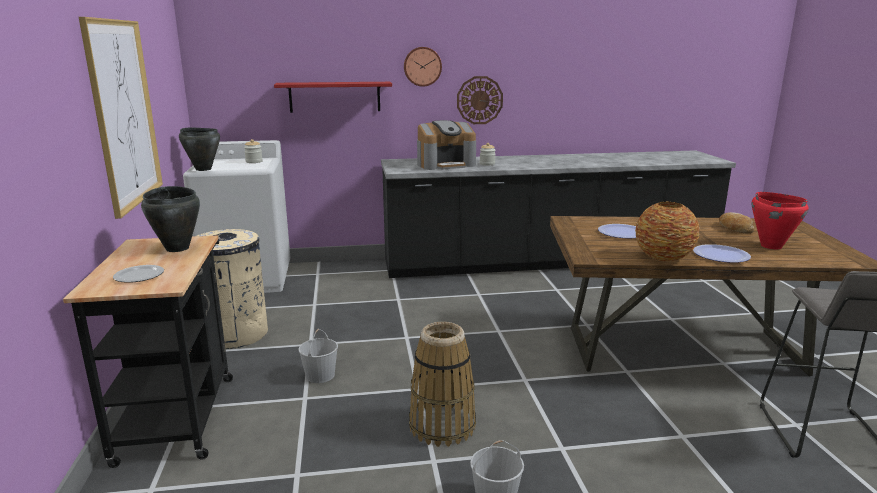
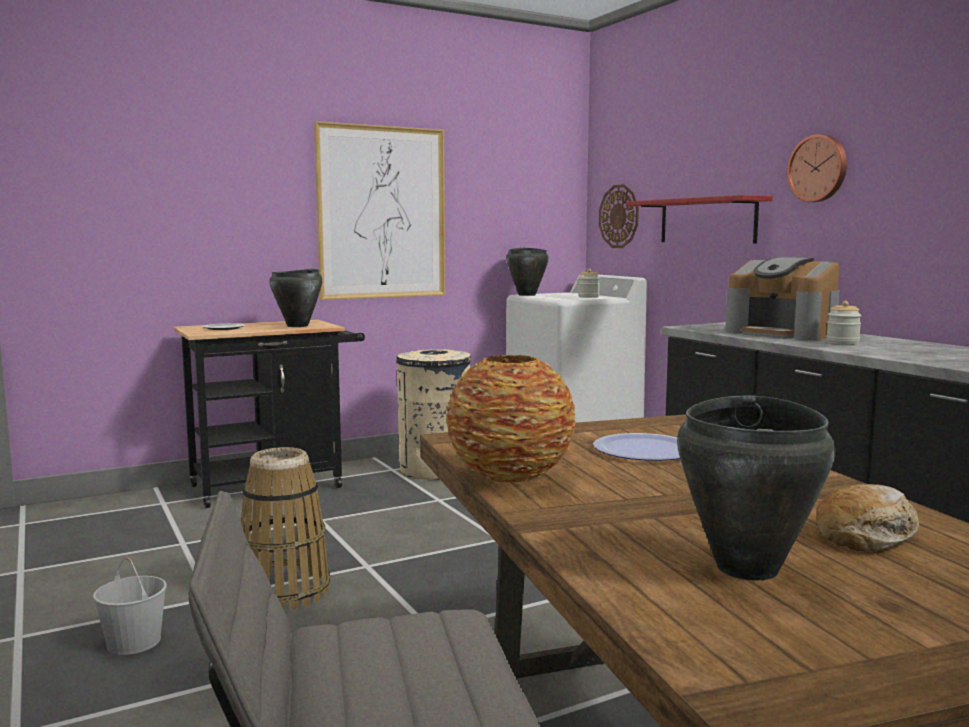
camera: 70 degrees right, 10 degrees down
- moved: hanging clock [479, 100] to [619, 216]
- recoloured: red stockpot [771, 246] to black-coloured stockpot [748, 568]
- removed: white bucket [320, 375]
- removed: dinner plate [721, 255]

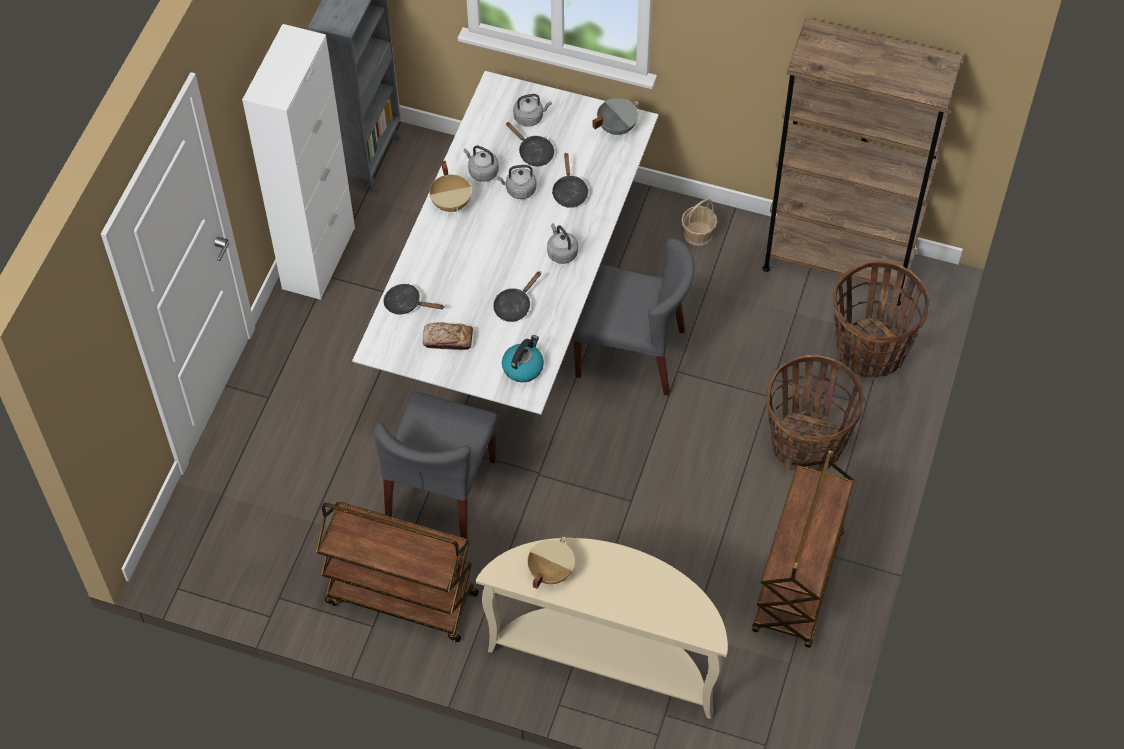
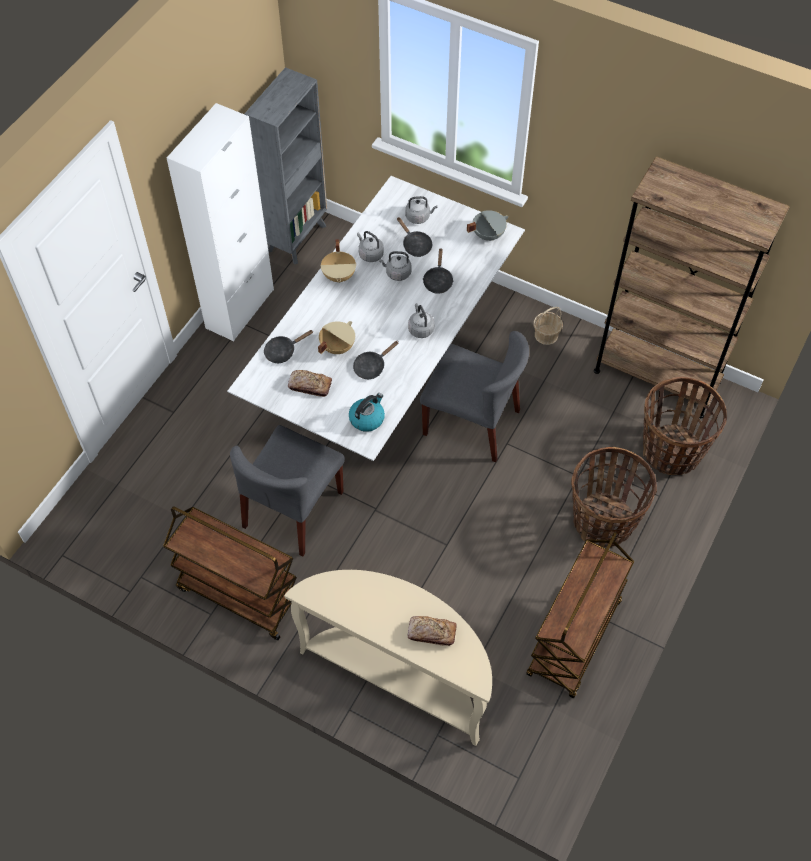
camera: 10 degrees right, 0 degrees up
- turned: black-coloured skillet [406, 304] = [283, 351] 60 degrees counterclockwise
- moved: beige-coloured stockpot [550, 571] to [337, 347]
- added: bakery bread [431, 633]

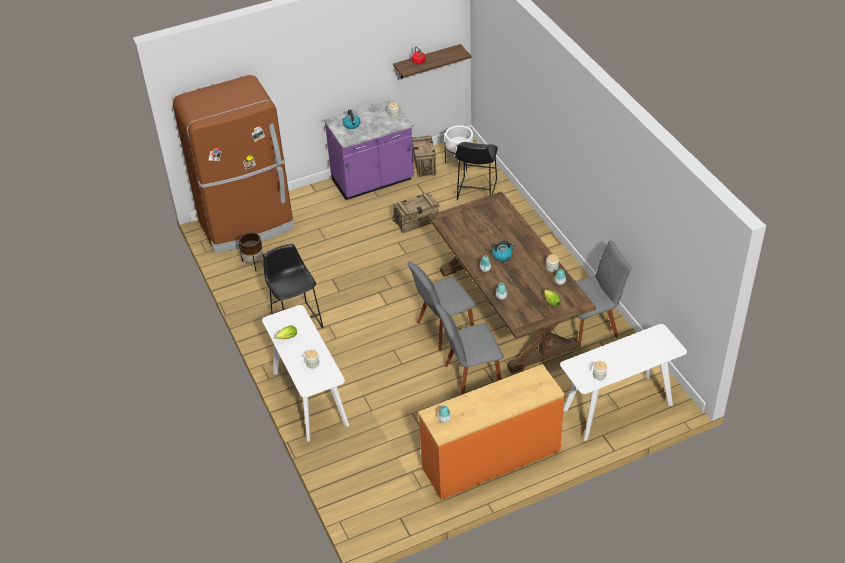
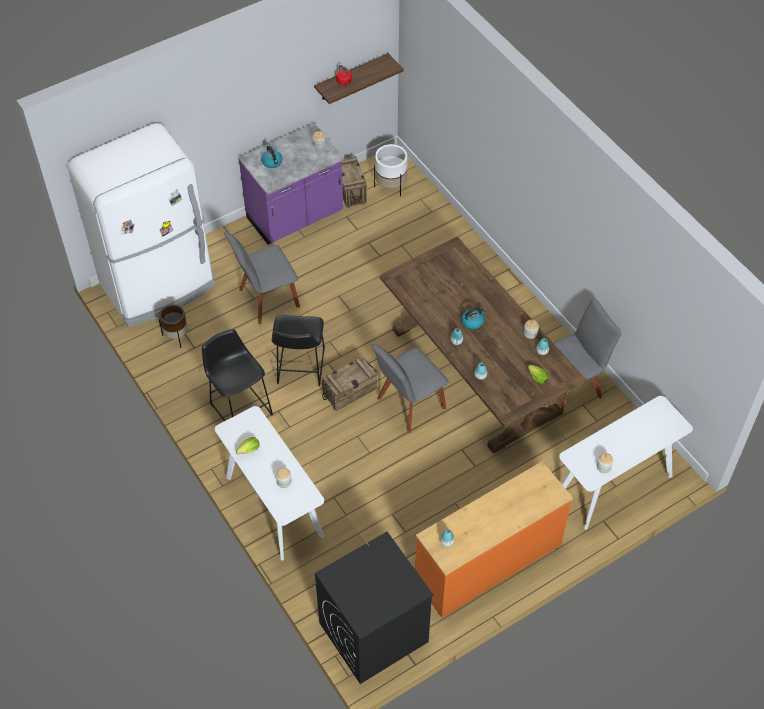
camera: 10 degrees left, 10 degrees up
- recoloured: brownish fridge [247, 225] to white fridge [159, 286]
- moved: greyish plain chair [470, 377] to [266, 300]
- moved: black-coloured stool seat [476, 191] to [300, 368]
- added: black-coloured laundry appliance [373, 633]
- moved: crate [416, 221] to [349, 391]

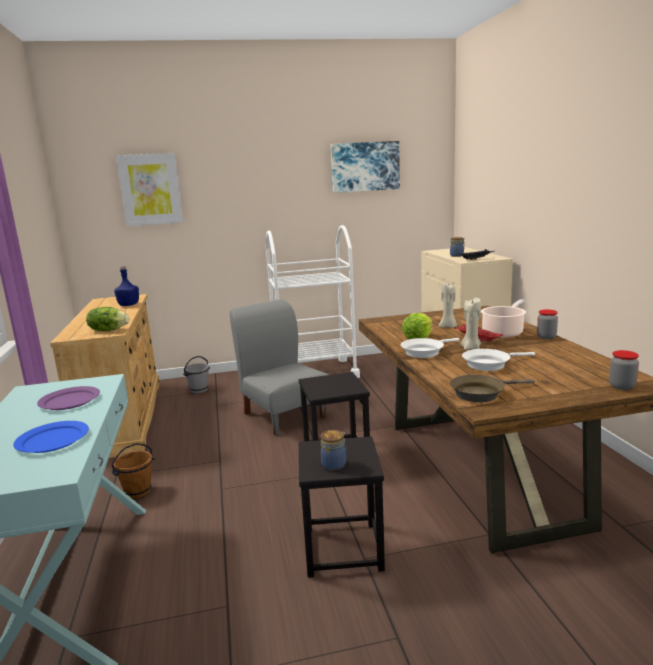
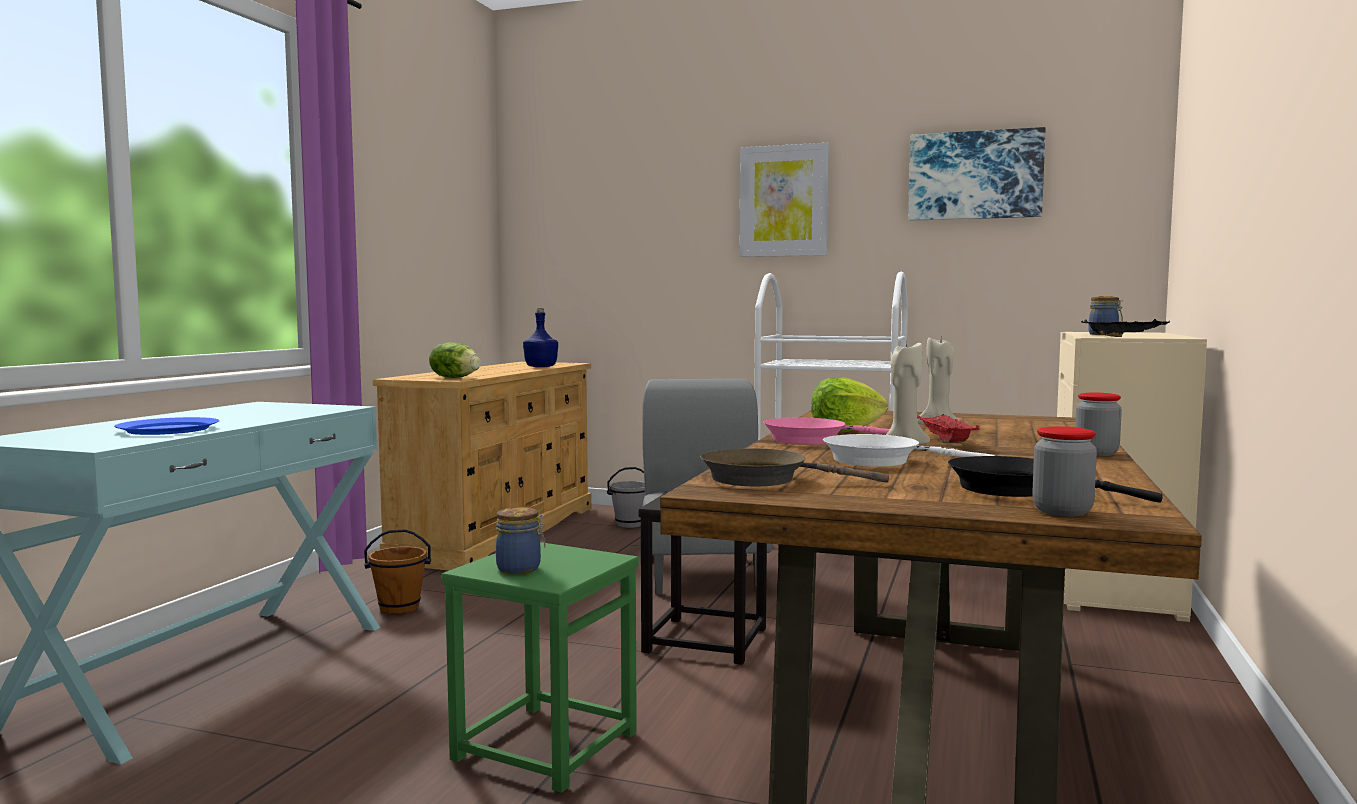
camera: 30 degrees right, 10 degrees down
- recoloured: black-coloured stool seat [342, 548] to greenish stool seat [544, 745]
- moved: picture [150, 189] to [784, 201]
- recoloured: white skillet [425, 352] to pinkish skillet [812, 440]
- added: black-coloured skillet [1016, 490]
- removed: purple-coloured dinner plate [69, 401]
- removed: stockpot [503, 332]

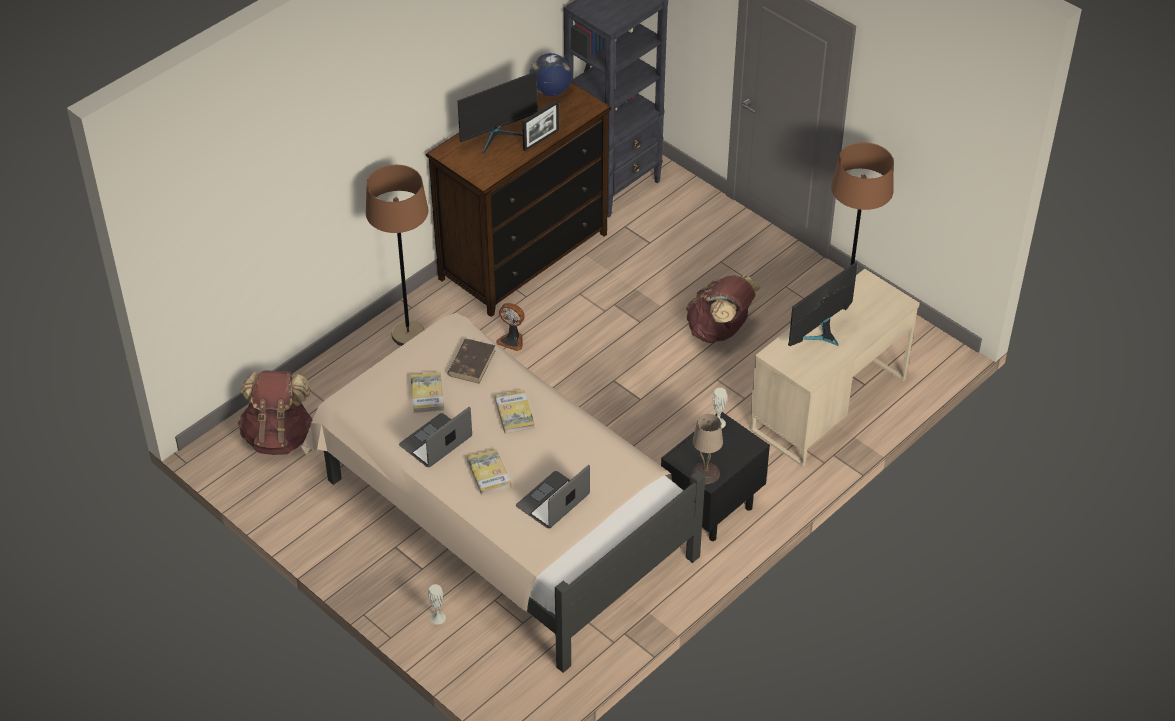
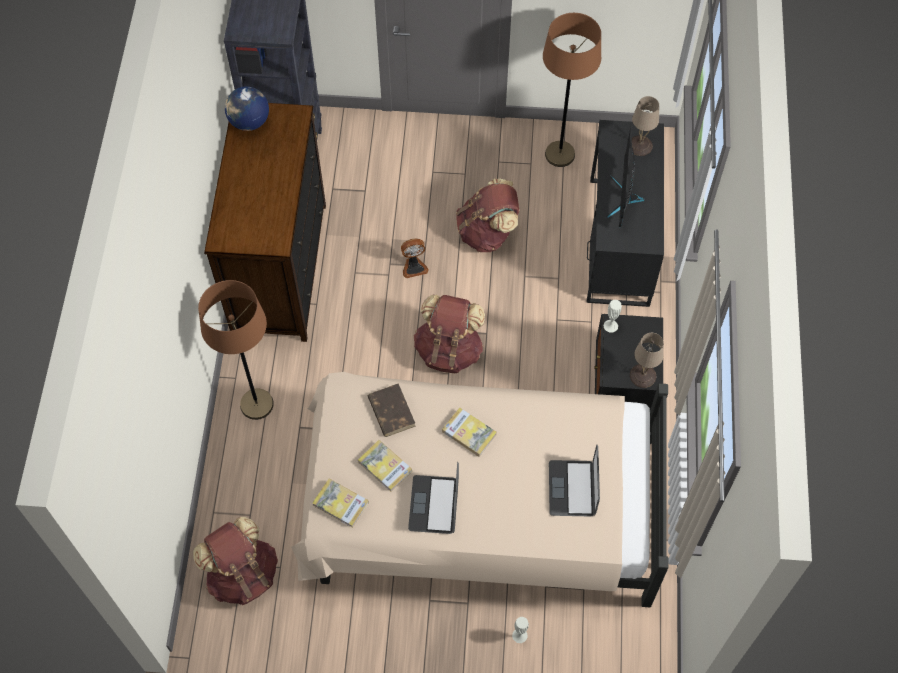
camera: 40 degrees left, 15 degrees up
- moved: book [489, 474] to [340, 504]
- moved: fan [512, 340] to [414, 267]
- added: brownish knapsack [449, 350]
- recoloured: beige-coloured desk table [827, 404] to black-coloured desk table [618, 241]
- added: beige-coloured lamp for a table [640, 145]
- removed: monitor [498, 135]
- removed: standing frame [541, 140]

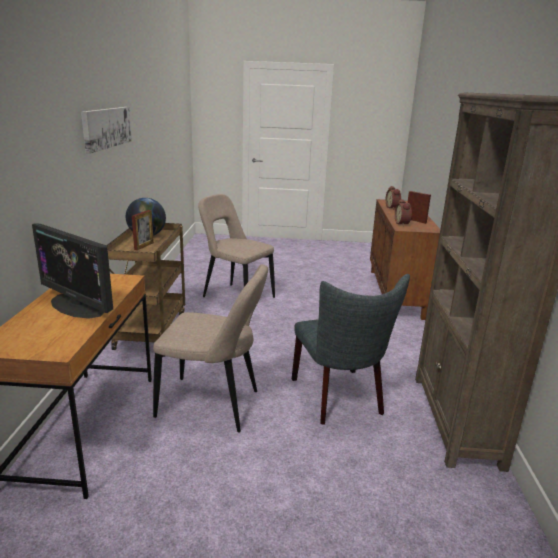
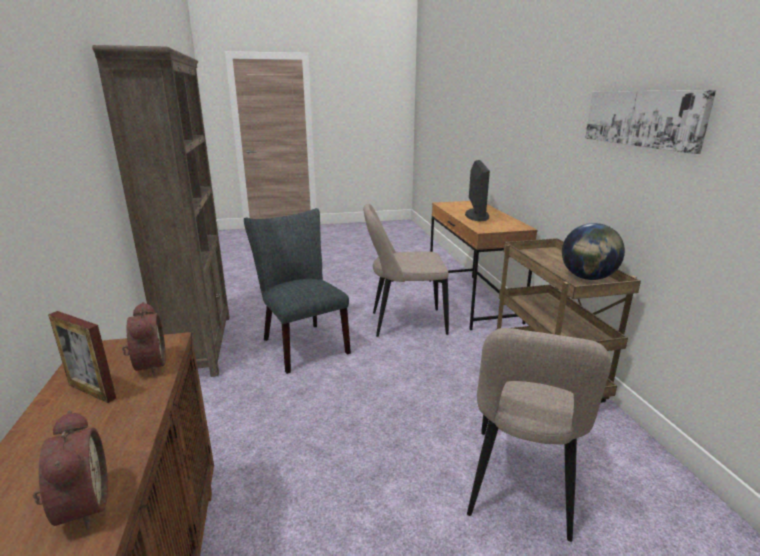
camera: 165 degrees right, 0 degrees up
- turned: monitor [78, 306] = [476, 215] 75 degrees clockwise
- turned: beige-coloured plain chair [236, 297] = [520, 486] 90 degrees clockwise
- removed: standing frame [144, 246]

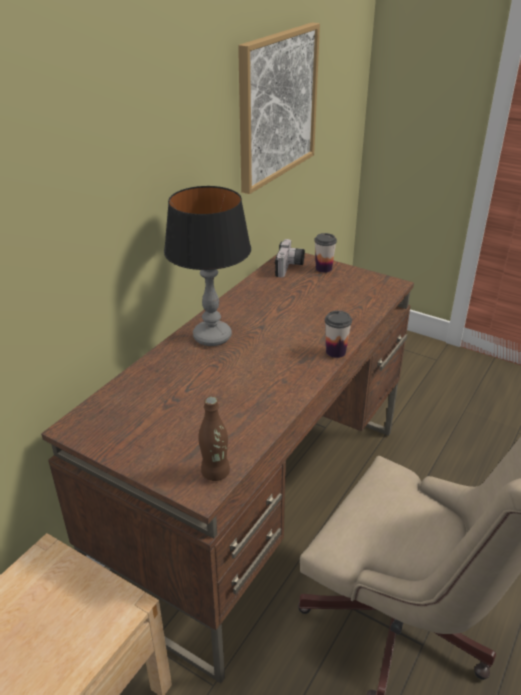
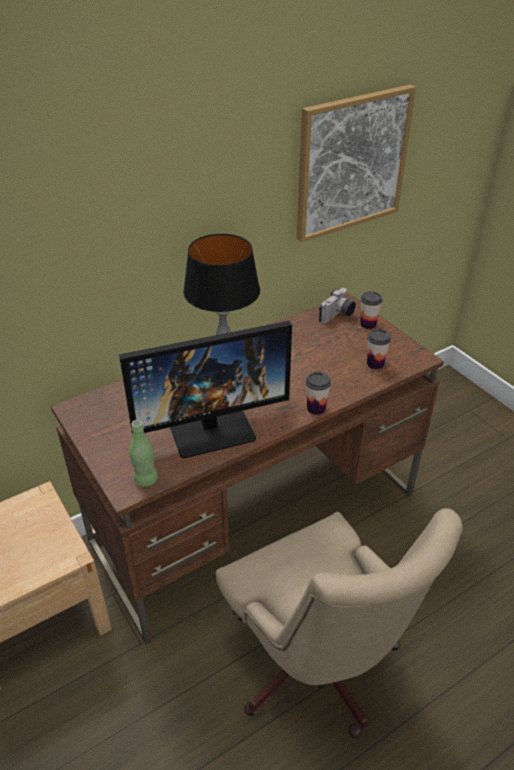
camera: 25 degrees right, 5 degrees up
- added: monitor [211, 427]
- recoloured: brownish drink bottle [215, 473] to greenish drink bottle [146, 479]
- added: cup [375, 364]

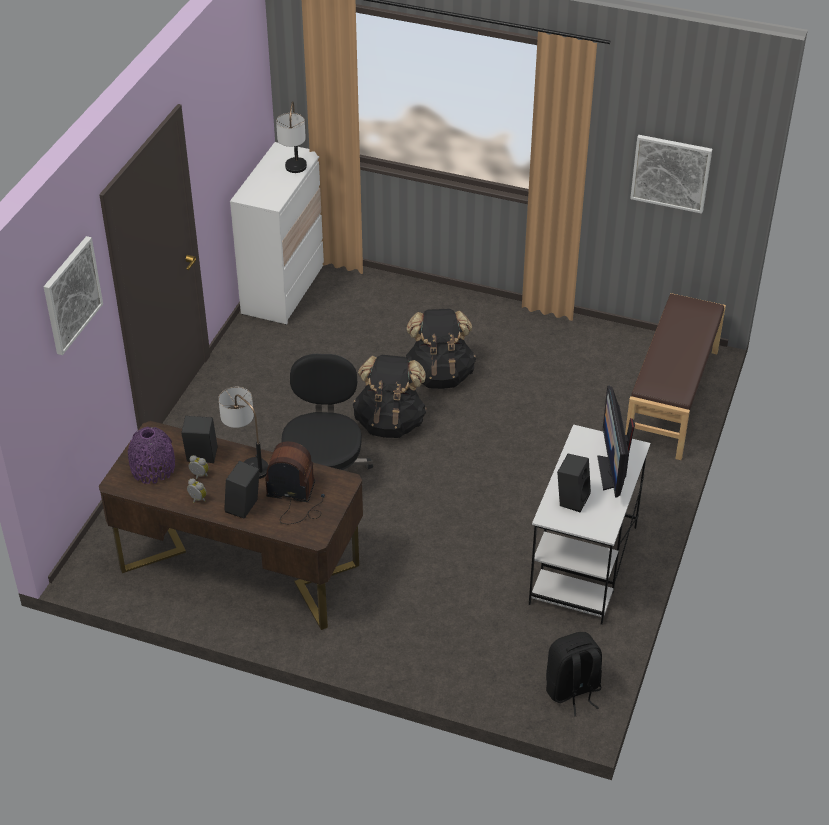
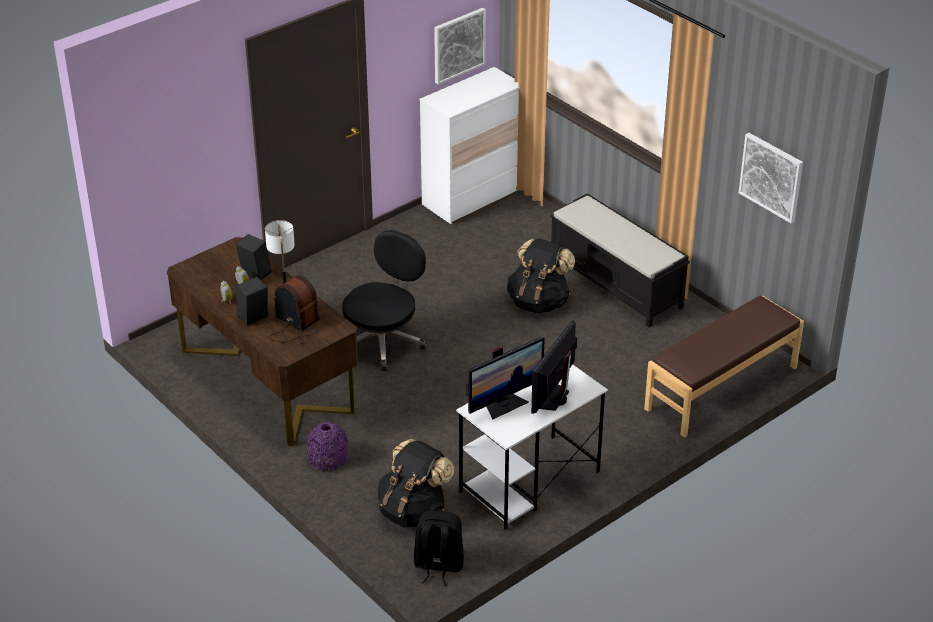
camera: 30 degrees right, 5 degrees down
- moved: purple-coloured vase [153, 468] to [328, 459]
- moved: black-coloured knapsack [390, 422] to [413, 511]
- moved: picture [71, 295] to [458, 45]
- replaced: black-coloured audio speaker [572, 499] to monitor [503, 404]
- added: black-coloured indoor bench [616, 284]
- removed: lamp for a table [294, 173]

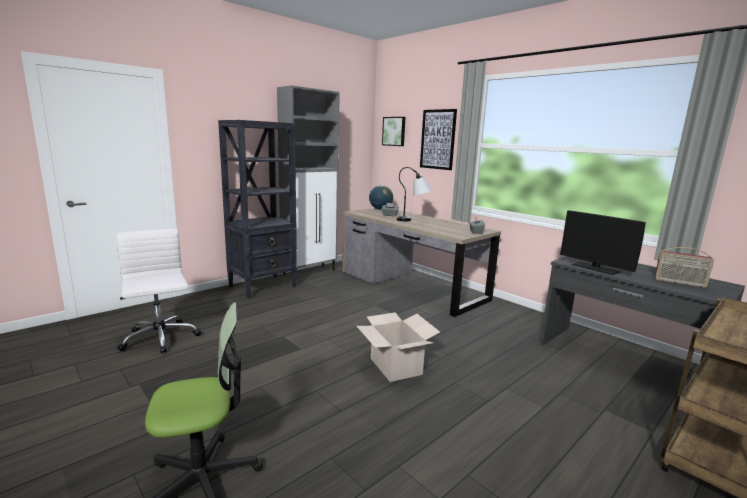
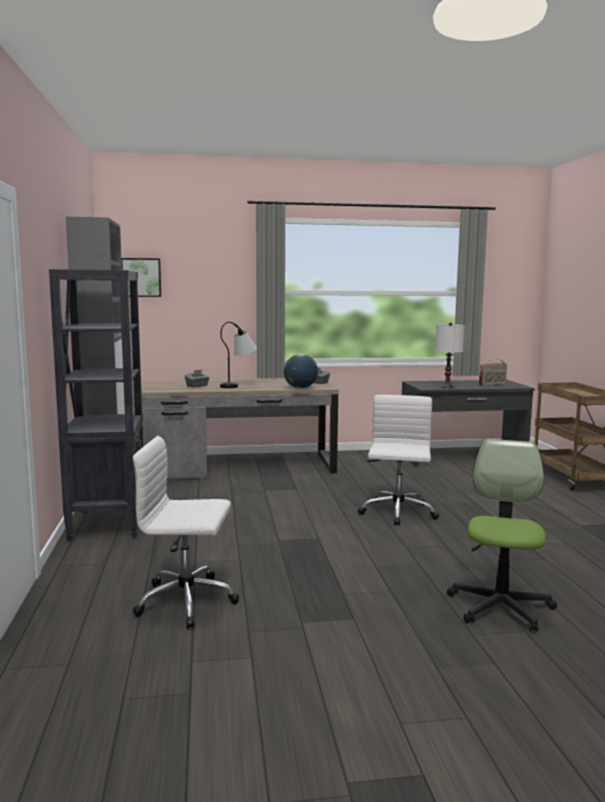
camera: 55 degrees left, 5 degrees down
- moved: world globe [380, 209] to [300, 388]
- replaced: cardboard box [396, 366] to white office chair [397, 513]
- replaced: monitor [595, 268] to white lamp for a table [447, 387]
- removed: picture [438, 139]

